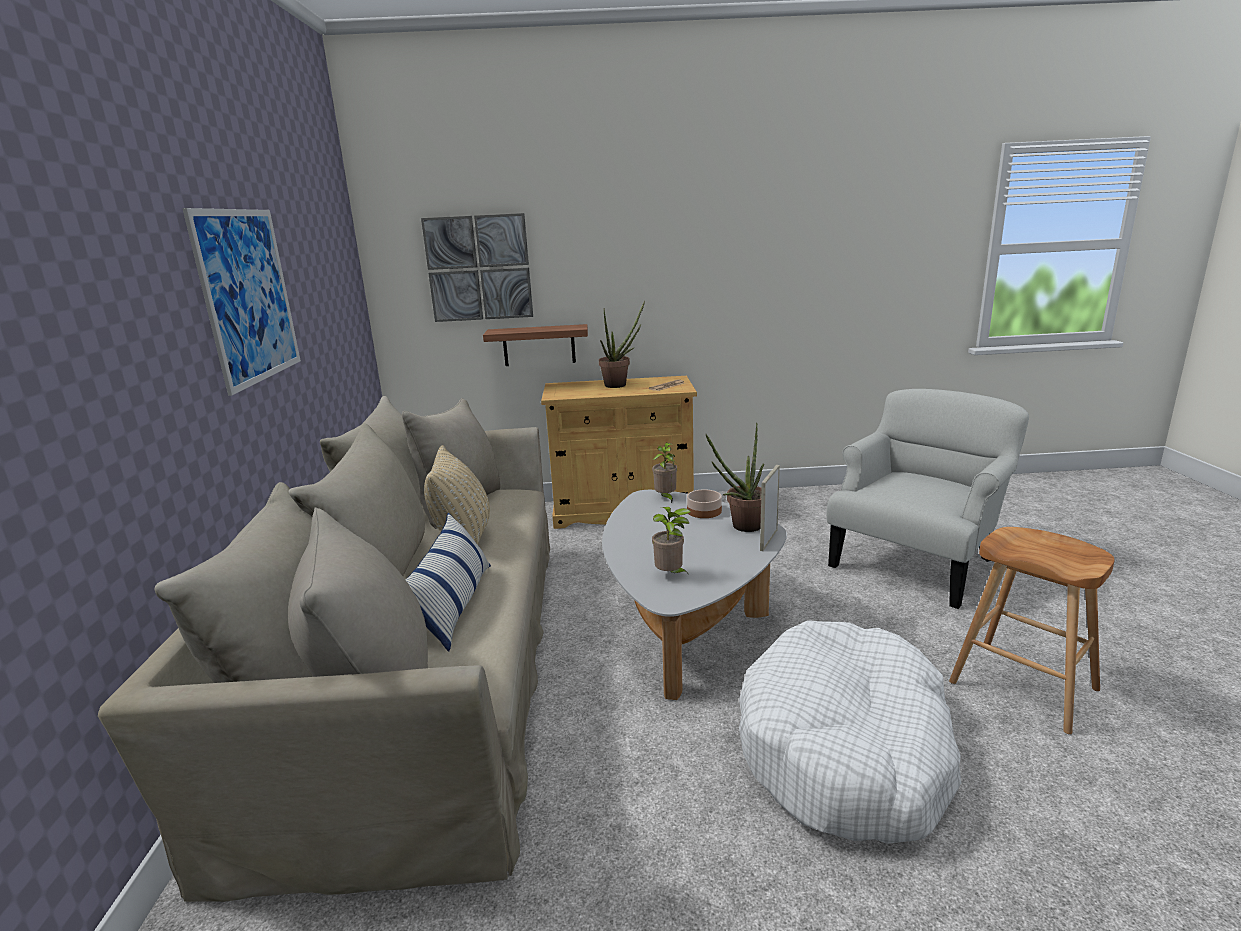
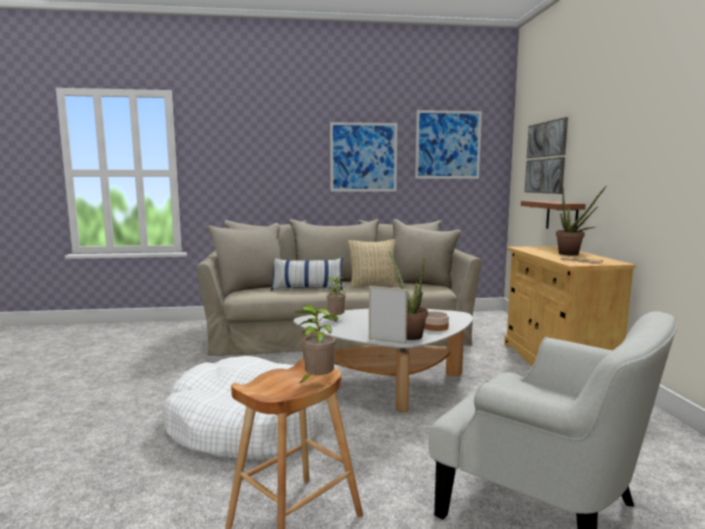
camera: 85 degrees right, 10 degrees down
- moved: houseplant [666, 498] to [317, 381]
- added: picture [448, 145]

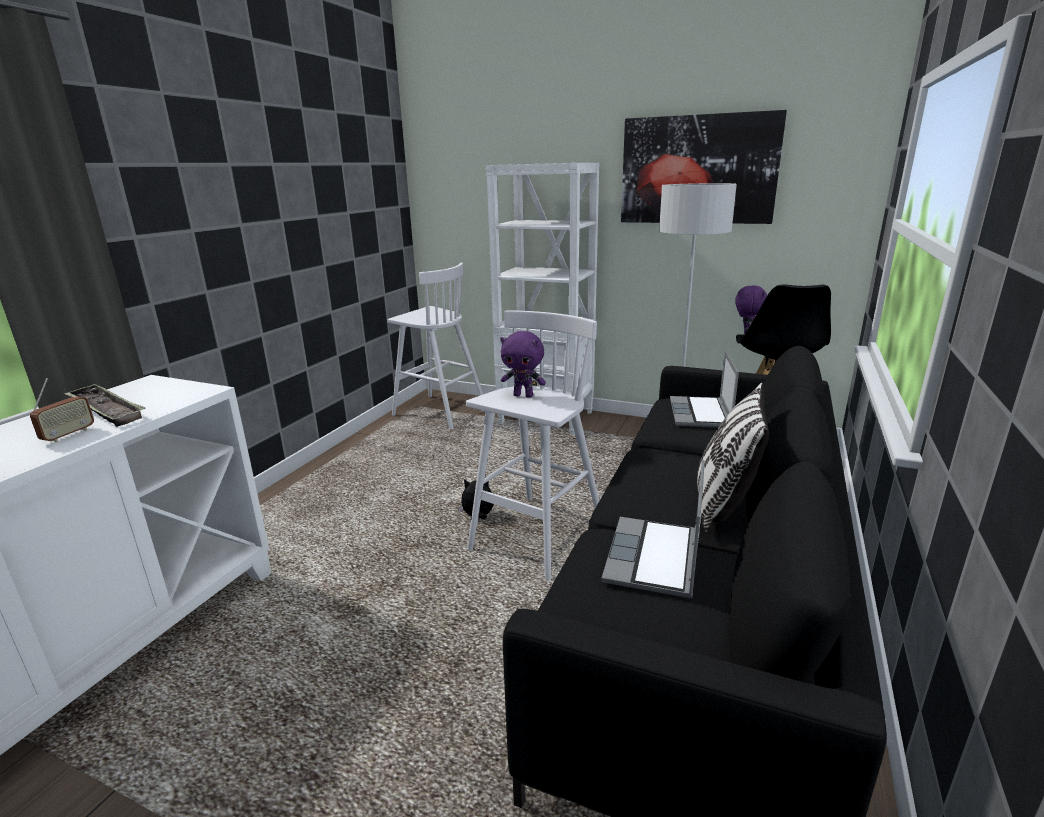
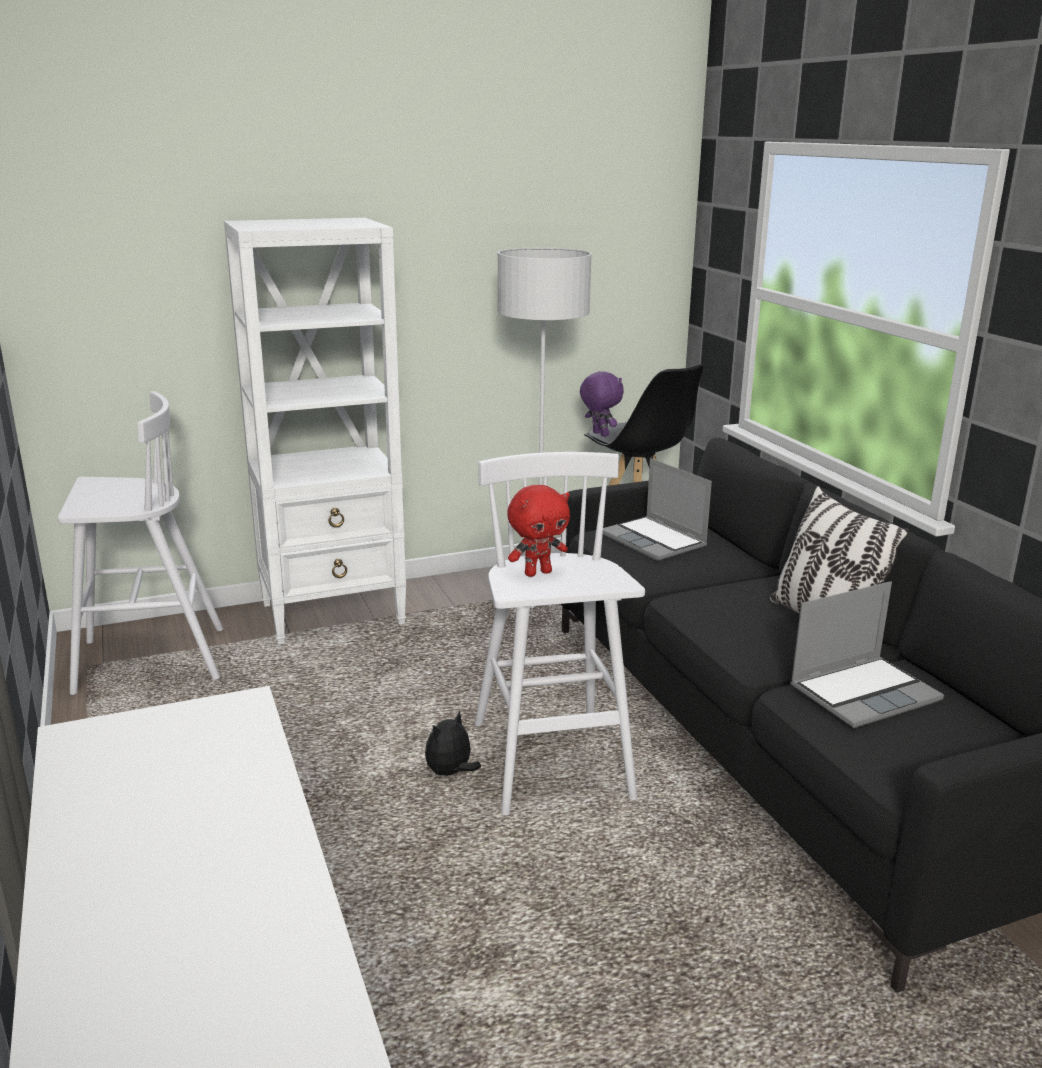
camera: 45 degrees left, 0 degrees up
- recoloured: purple-coloured plush toy [523, 395] to red plush toy [537, 573]
- turned: notebook computer [654, 559] = [864, 692] 90 degrees counterclockwise
- removed: radio set [68, 435]
- removed: carrying tray [106, 410]
- removed: picture [698, 170]

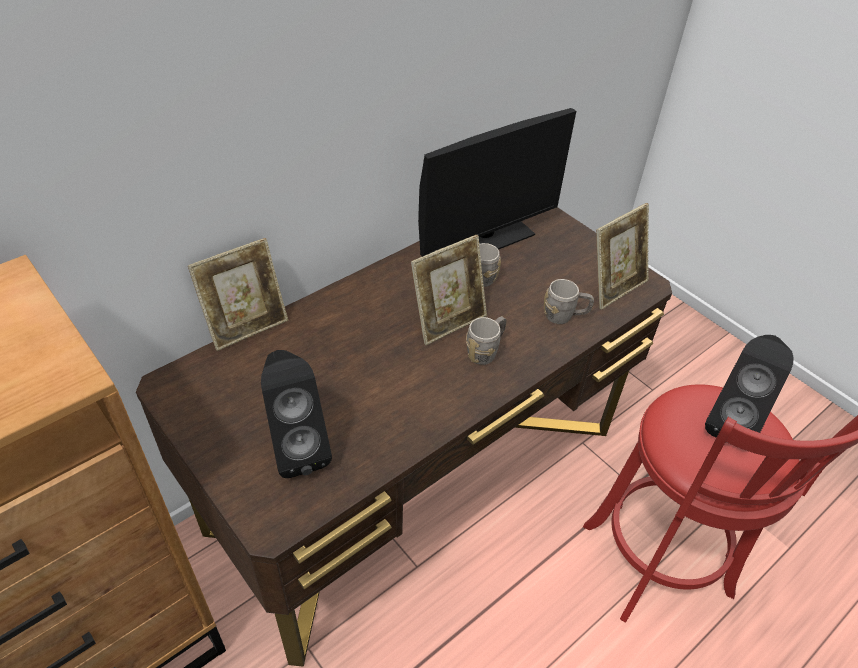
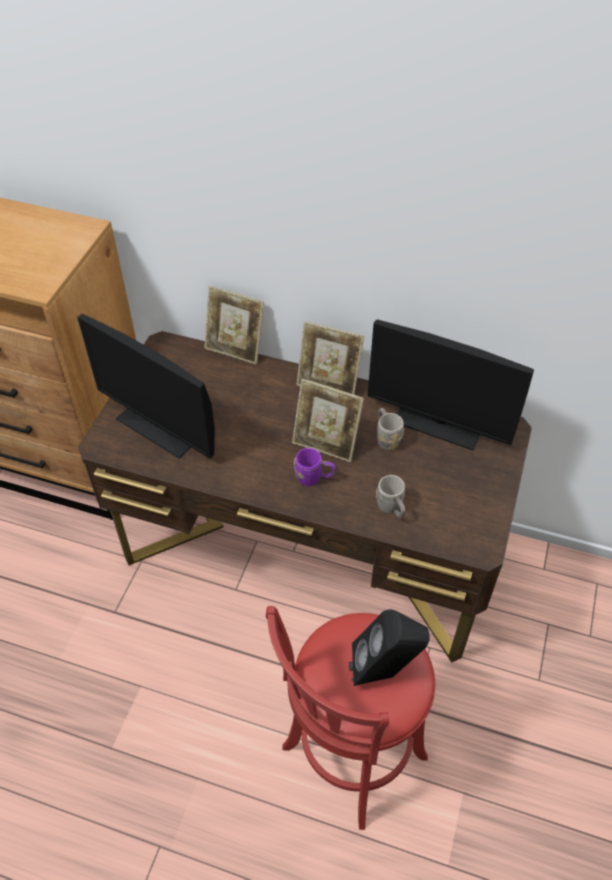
camera: 60 degrees right, 5 degrees up
- replaced: black-coloured audio speaker [297, 448] to monitor [160, 426]
- recoloured: greyish mug [486, 351] to purple-coloured mug [314, 478]
- moved: standing frame [614, 287] to [328, 384]

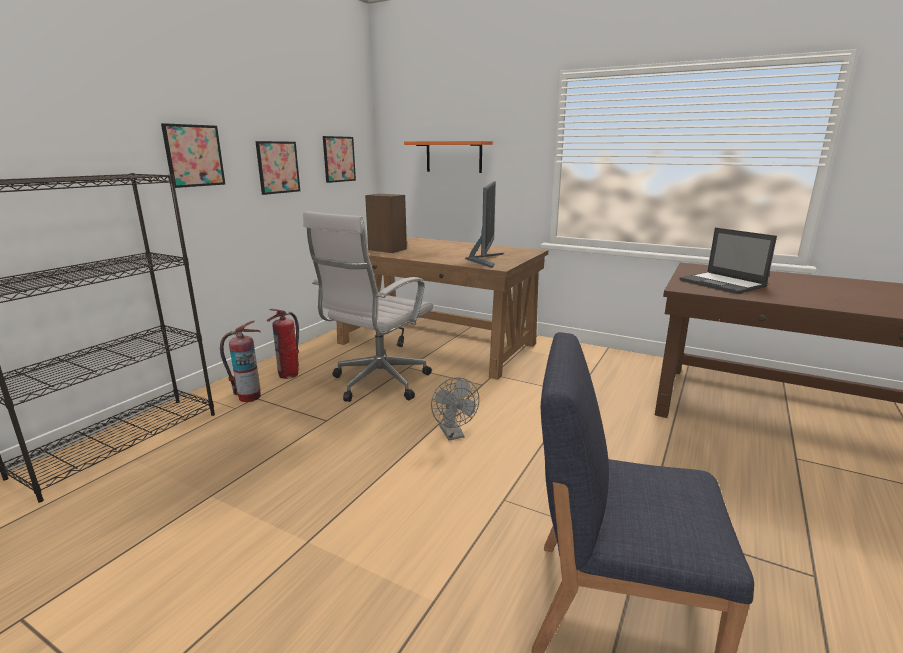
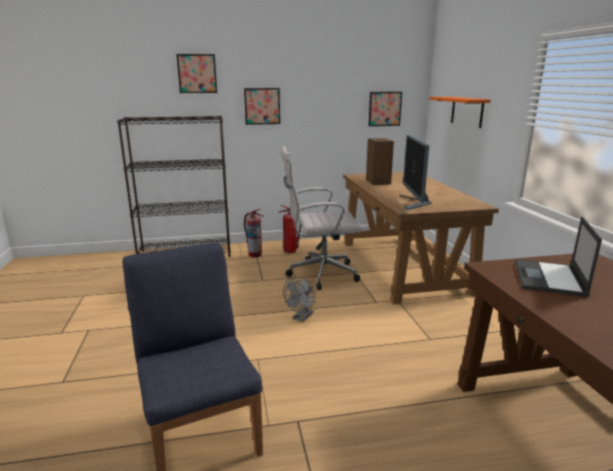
camera: 50 degrees right, 0 degrees up
- moved: picture [278, 167] to [197, 73]
- turned: monitor [484, 260] = [414, 203] 120 degrees clockwise

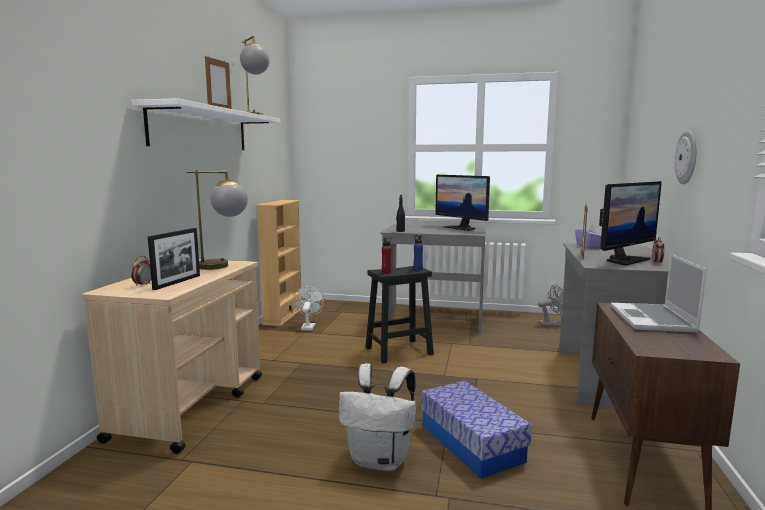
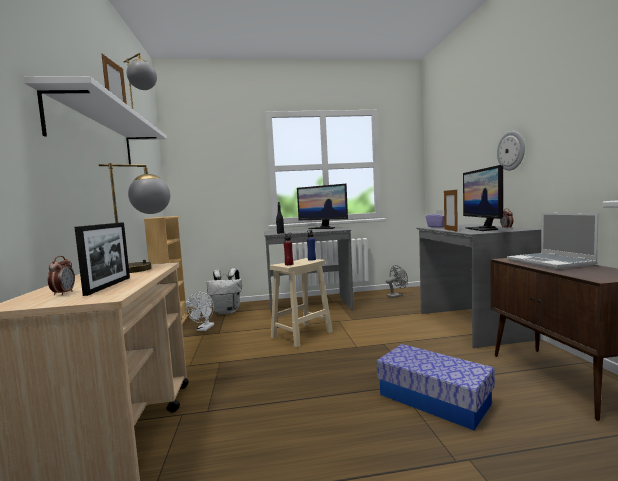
camera: 20 degrees left, 5 degrees down
- turned: white fan [308, 326] = [204, 329] 150 degrees counterclockwise
- moved: white knapsack [381, 460] to [227, 312]
- recoloured: black-coloured stool seat [398, 351] to beige-coloured stool seat [301, 335]
- turned: monitor [624, 260] = [483, 229] 150 degrees clockwise

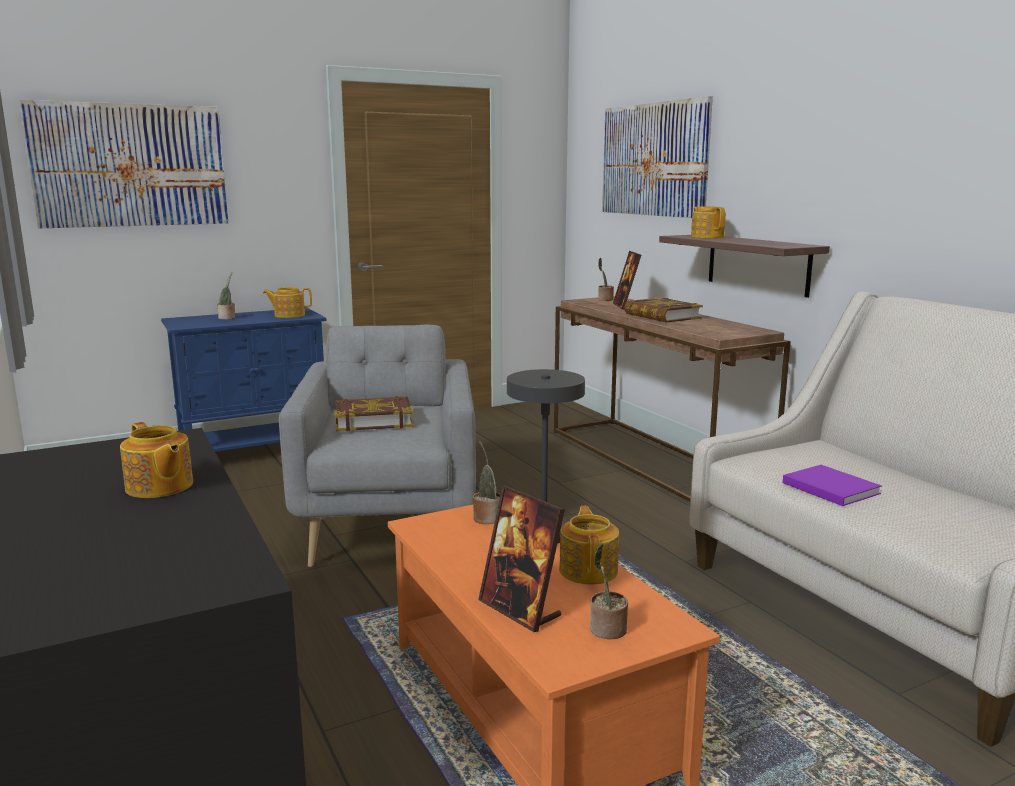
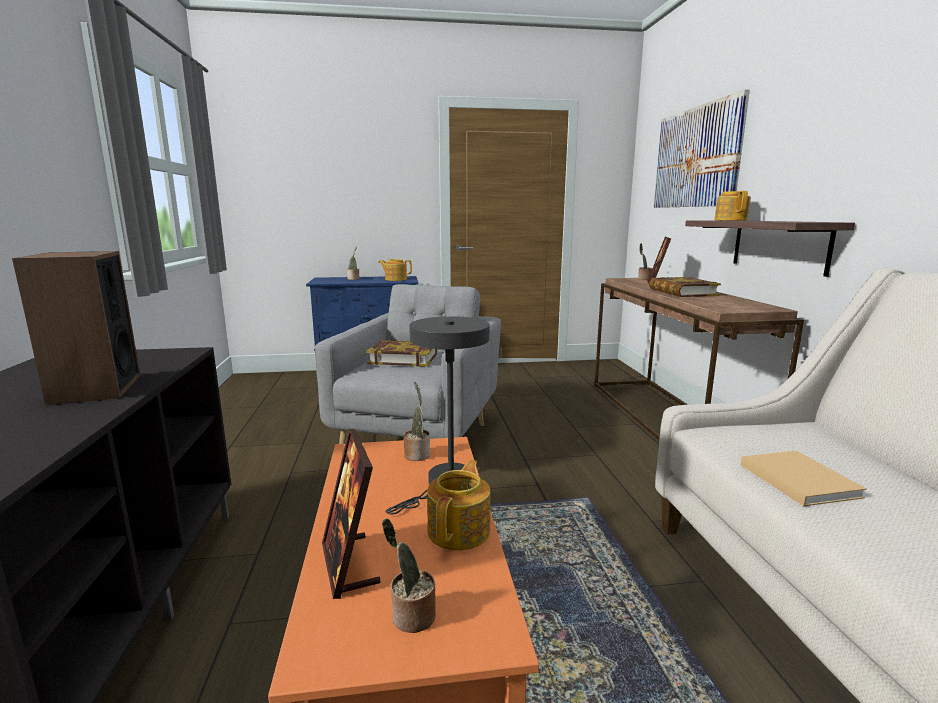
camera: 20 degrees right, 0 degrees up
- replaced: pot for tea [159, 487] to audio speaker [96, 389]
- recoloured: purple-coloured book [828, 487] to beige-coloured book [796, 479]
- removed: picture [130, 165]

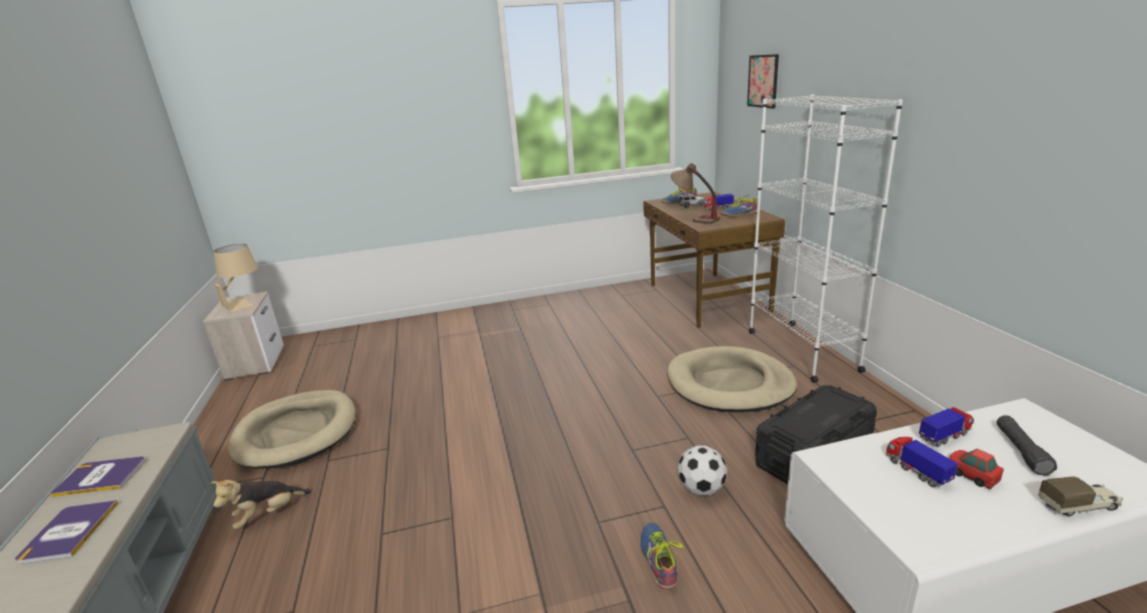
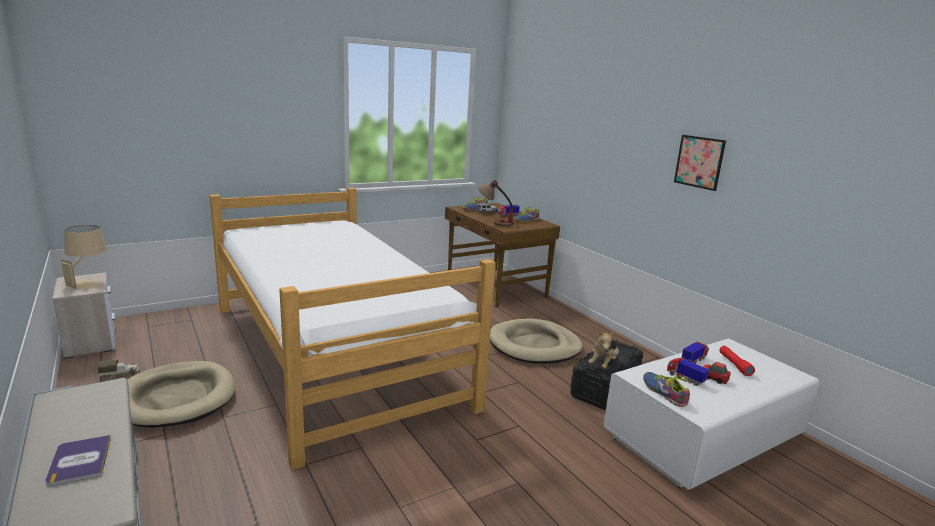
camera: 20 degrees left, 5 degrees down
- moved: toy truck [1078, 505] to [120, 373]
- added: bed [333, 353]
- moved: plush toy [268, 514] to [603, 364]
- moved: shoe [658, 559] to [664, 393]
- moved: picture [763, 81] to [699, 162]
- recoloured: black-coloured flashlight [1021, 451] to red flashlight [734, 365]
- removed: book [101, 477]
- removed: football ball [702, 488]
- removed: white bookcase [801, 350]

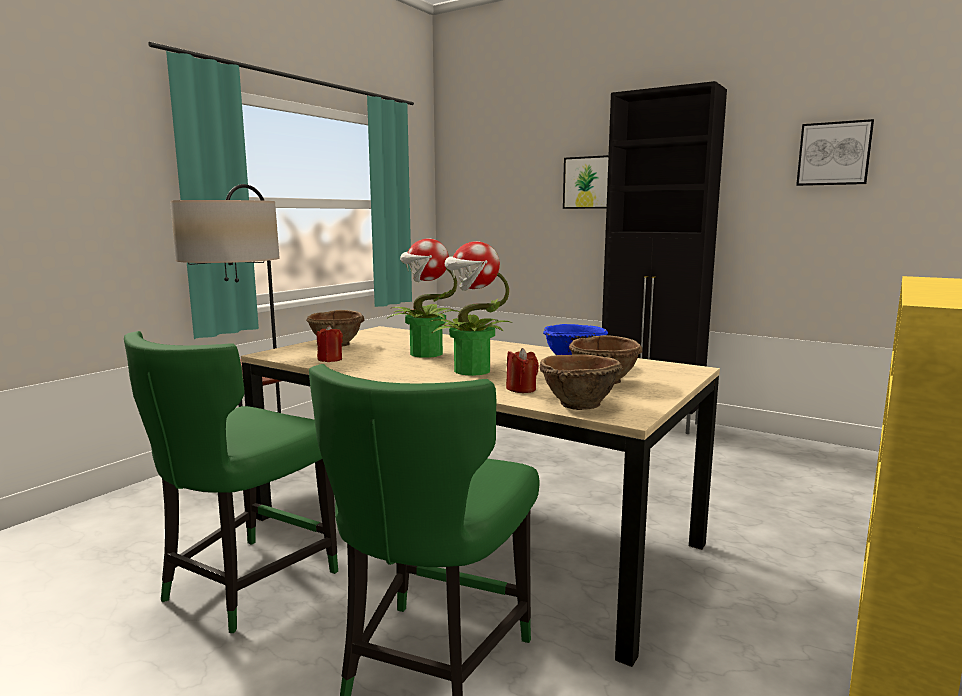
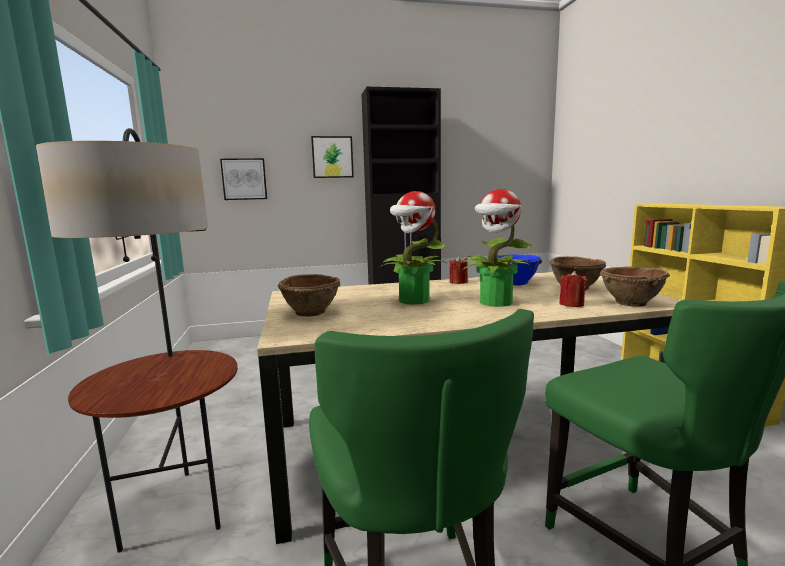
camera: 45 degrees left, 0 degrees up
- moved: picture [834, 153] to [244, 179]
- moved: red wax light [330, 360] to [458, 282]

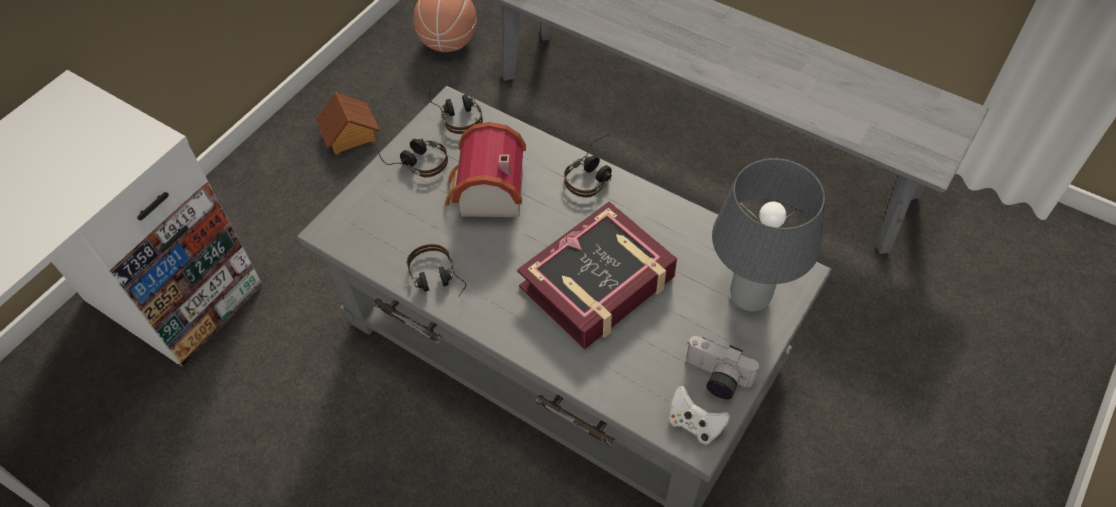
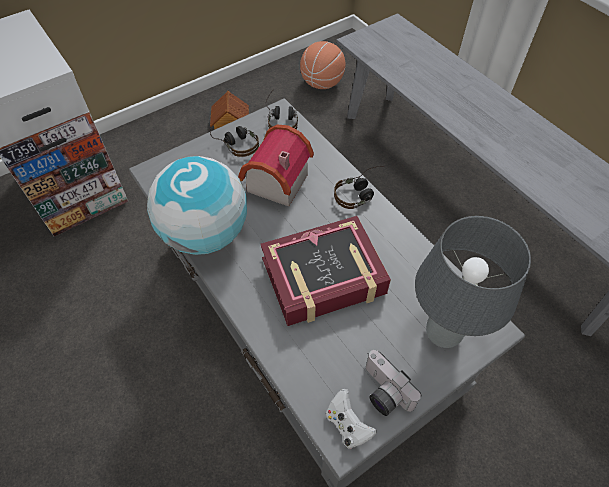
camera: 20 degrees right, 0 degrees up
- replaced: pair of headphones [438, 282] to world globe [205, 234]

